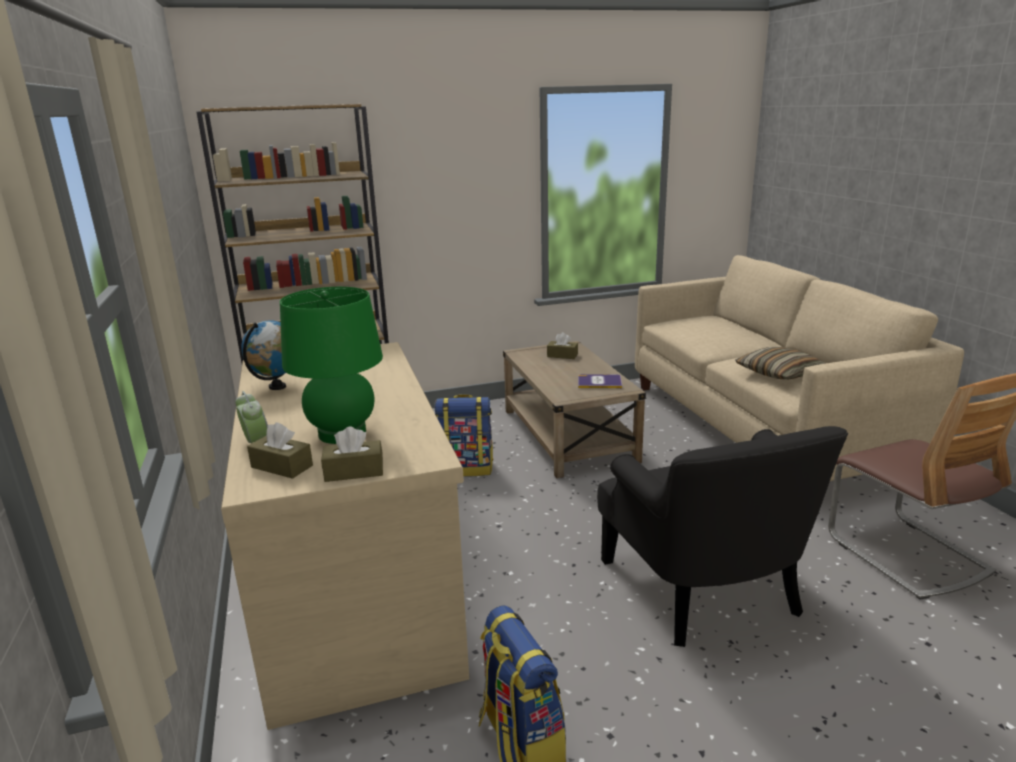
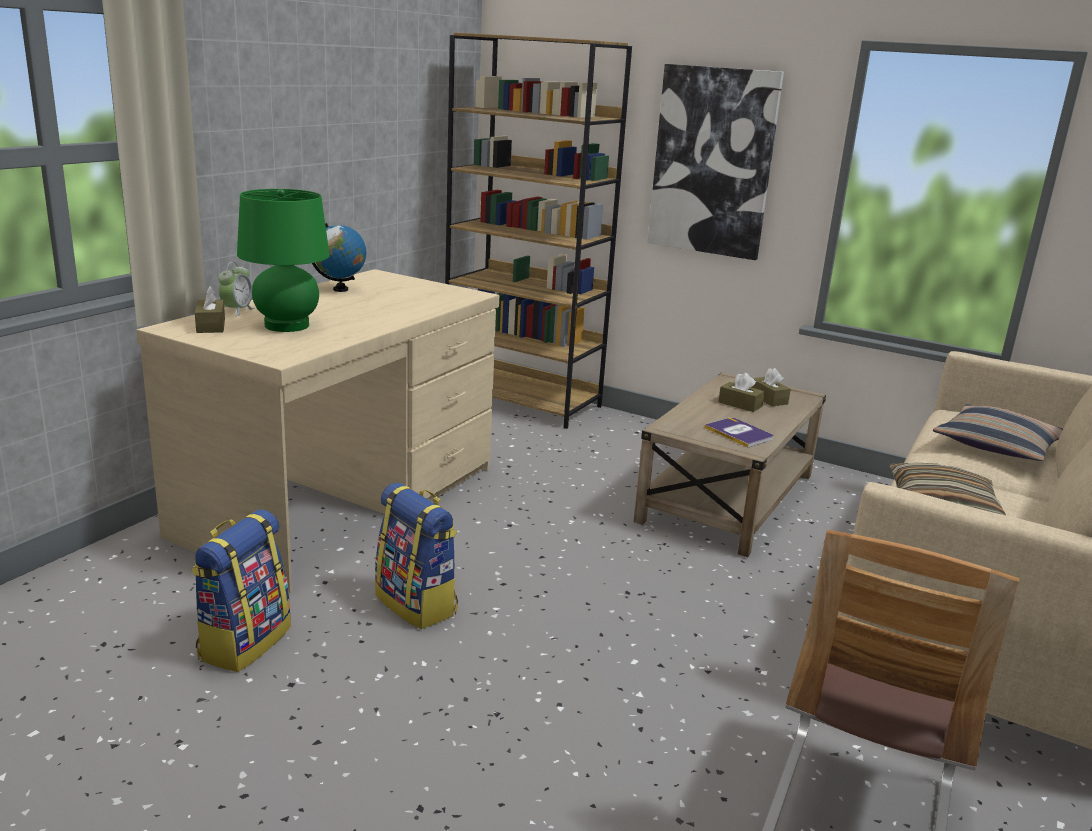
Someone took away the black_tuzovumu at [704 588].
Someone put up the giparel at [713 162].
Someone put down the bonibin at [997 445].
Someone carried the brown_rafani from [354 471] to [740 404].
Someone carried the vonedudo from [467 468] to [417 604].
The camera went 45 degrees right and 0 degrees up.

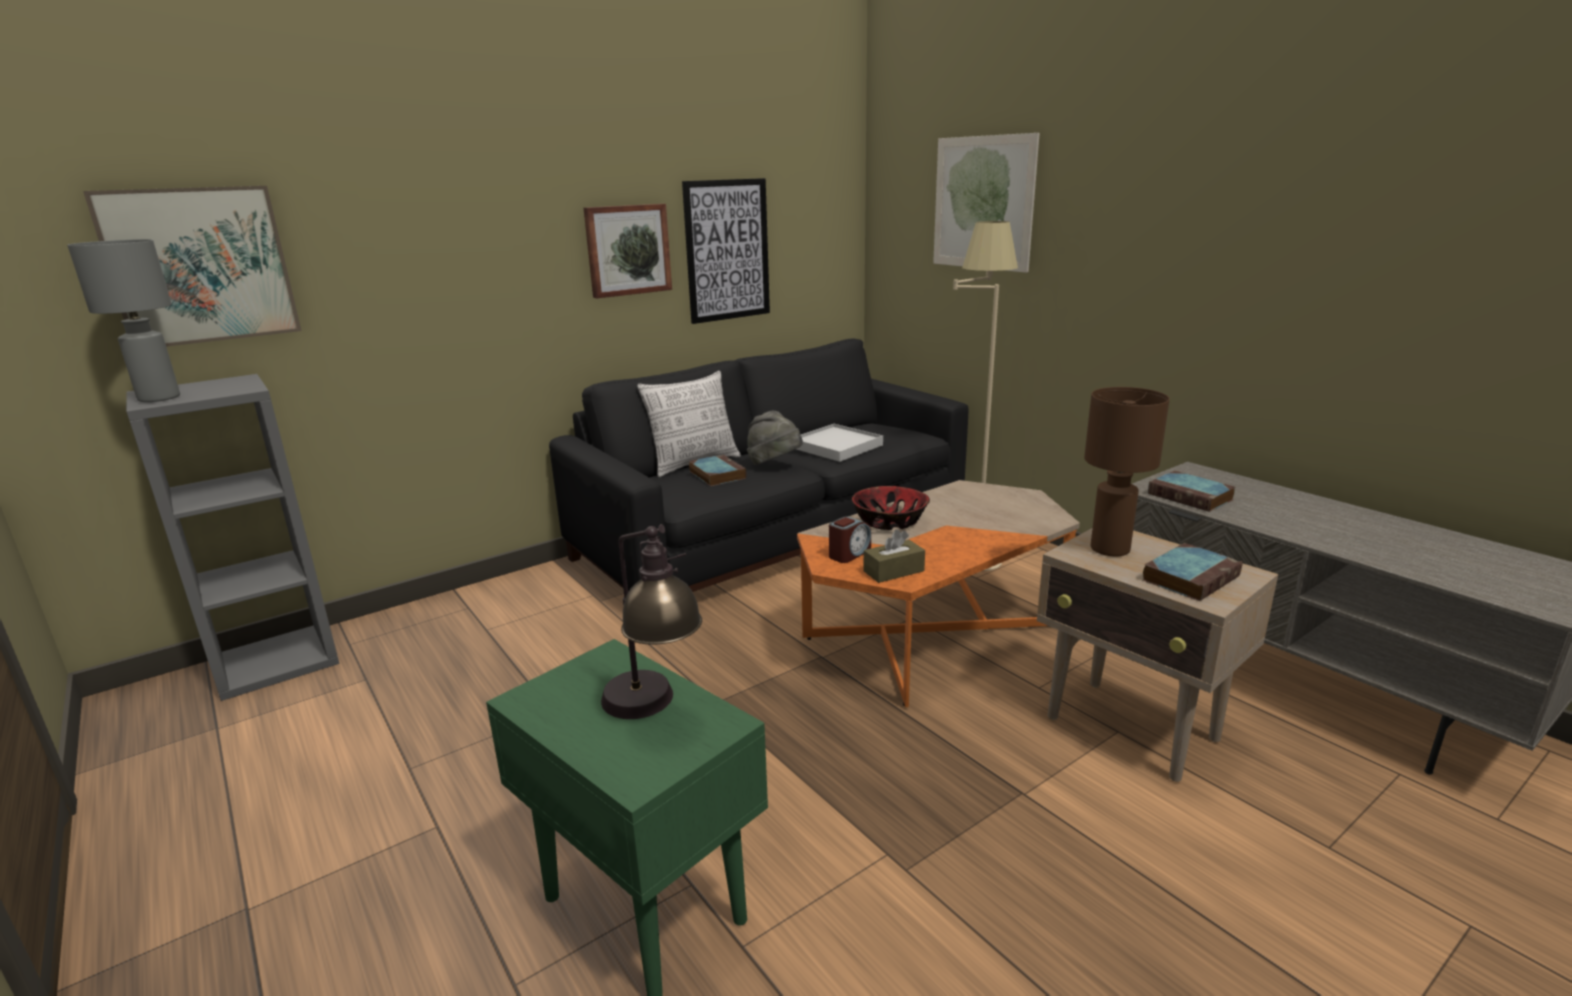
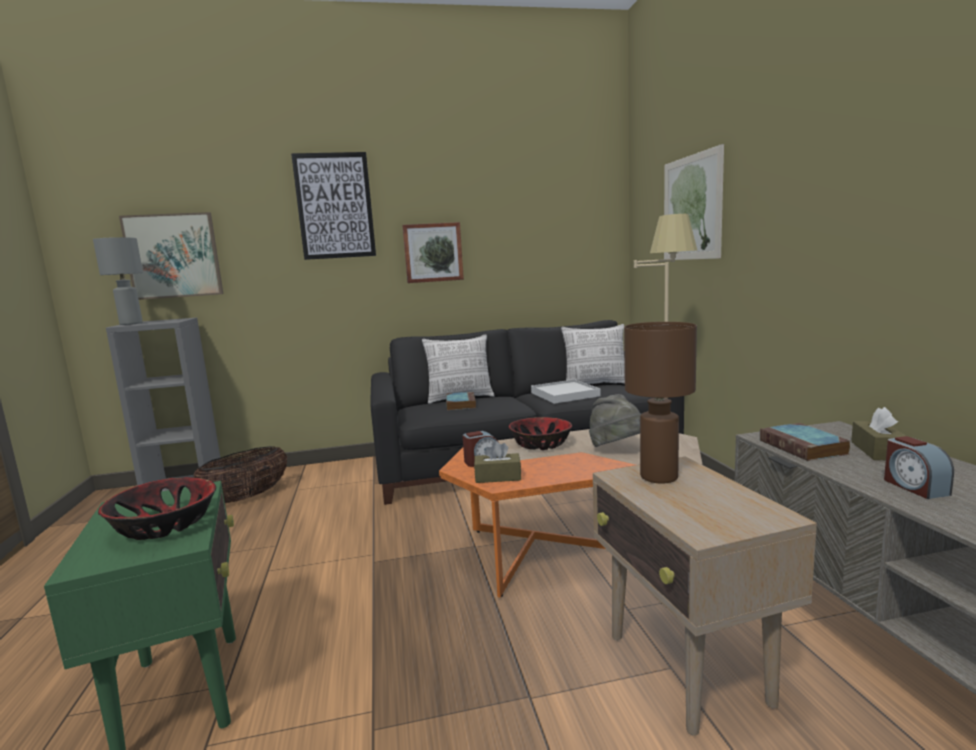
Someone took away the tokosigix at [1190 577].
Someone put down the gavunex at [246 497].
Someone put down the bonibin at [595 385].
Someone put down the brown_rafani at [877 451].
Someone put down the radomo at [914 487].
Someone carried the giparel from [727 250] to [335 206].
Someone carried the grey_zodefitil from [775 465] to [617 449].
Someone swapped the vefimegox at [654 709] for the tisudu at [166 525].
The camera went 25 degrees right and 10 degrees down.

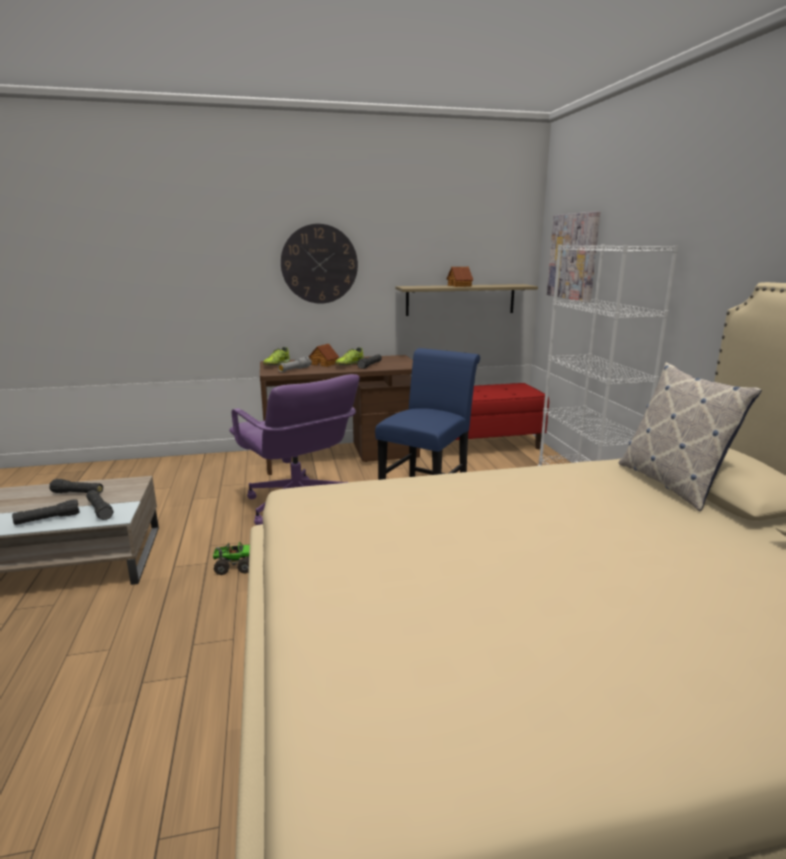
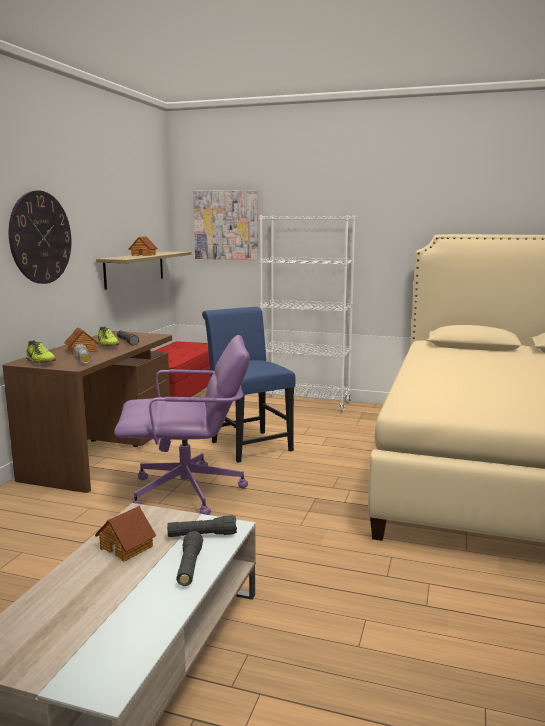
Someone took away the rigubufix at [235 565].
Someone took away the bonibin at [672 484].
Someone swapped the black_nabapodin at [78 493] for the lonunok at [127 547].
The camera went 60 degrees left and 5 degrees down.

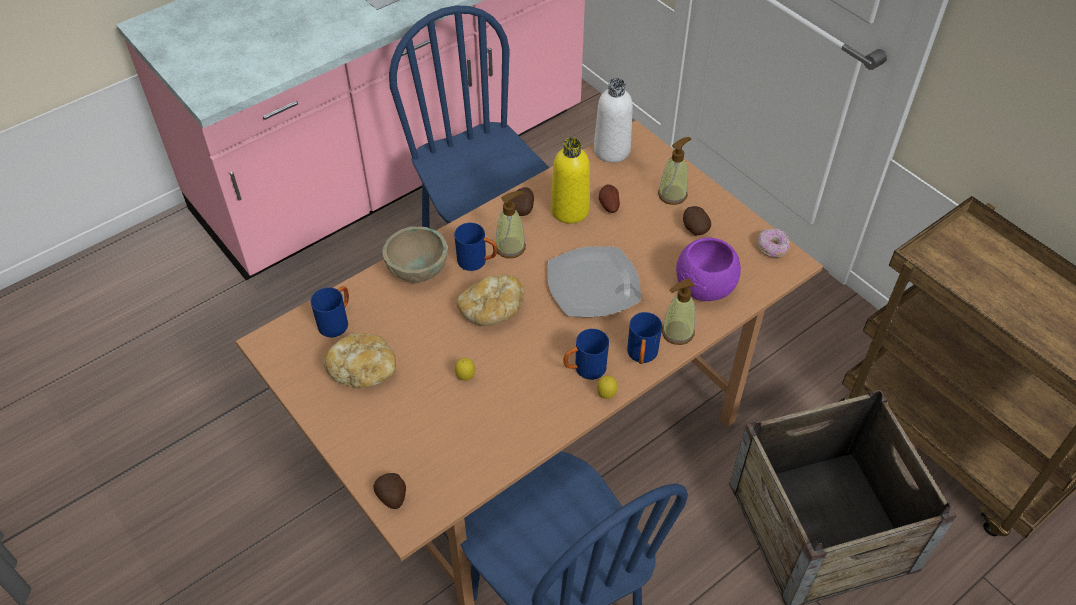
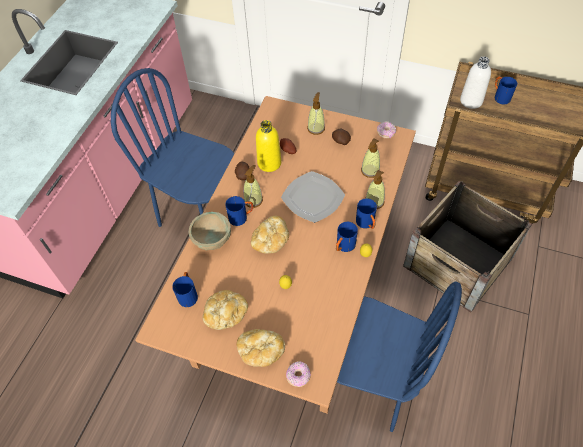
Someone put down the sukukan at [261 351].
Someone put down the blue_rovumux at [500 97].
Someone carried the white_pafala from [612 150] to [471 101].
Someone swapped the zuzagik at [392 497] for the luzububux at [298 376].
Someone swapped the purple_tisudu at [705 288] for the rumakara at [370 171].
The camera went 30 degrees left and 5 degrees up.

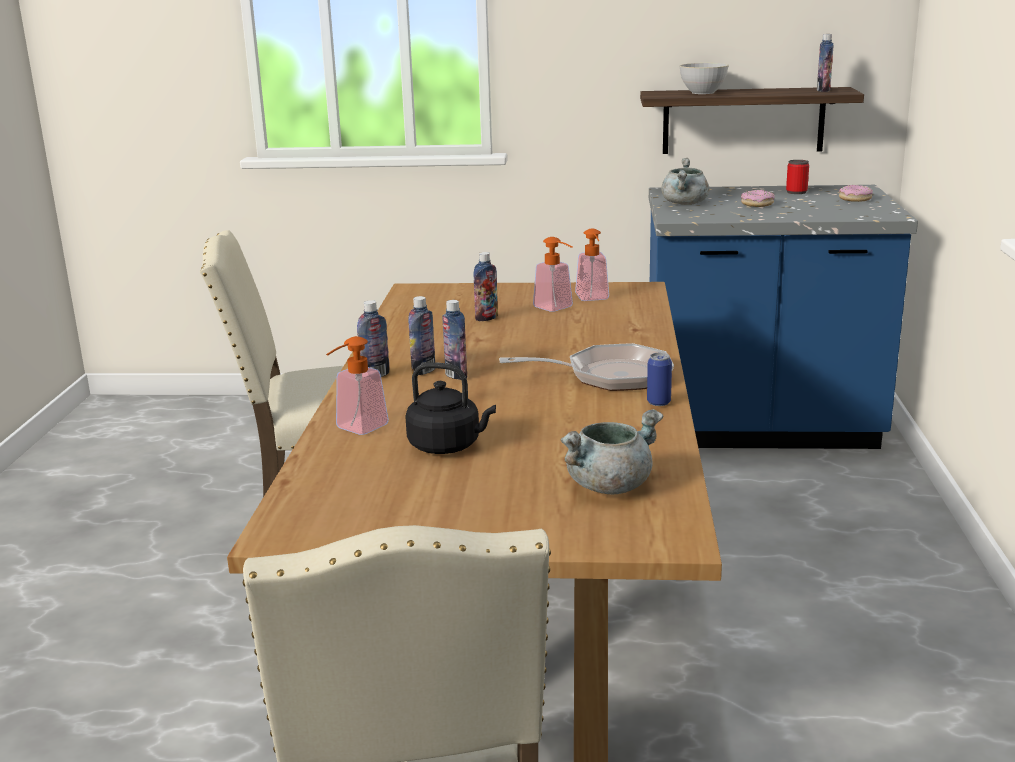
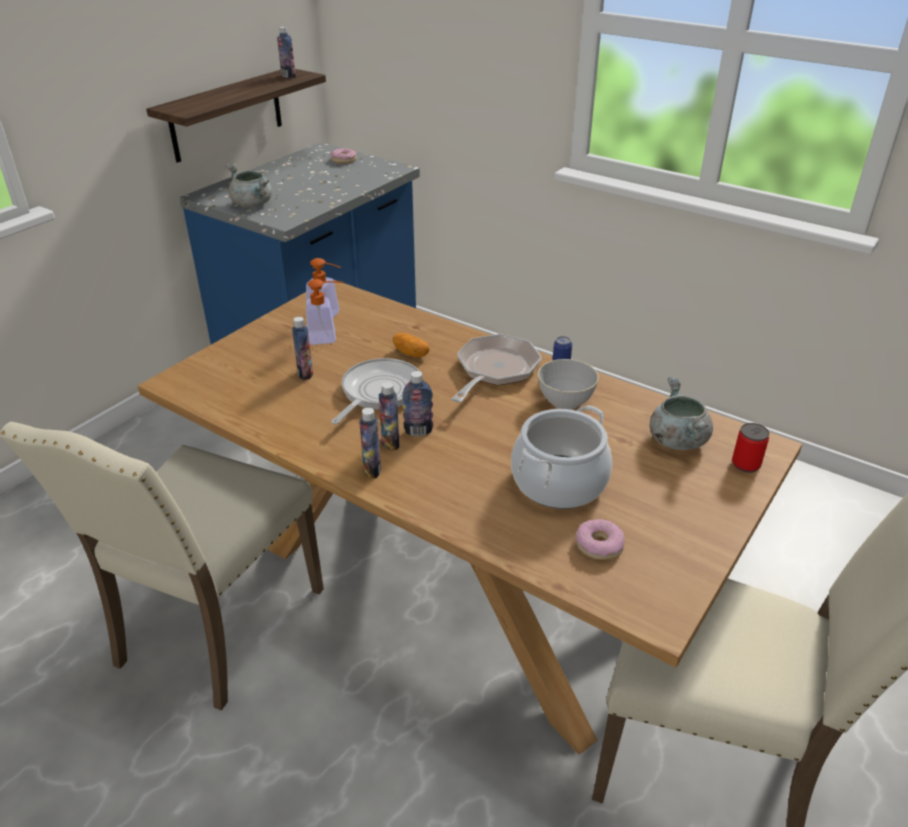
Someone took away the rumakara at [356 429].
Someone put down the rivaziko at [378 392].
Someone put down the zuzagik at [411 353].
Someone carried the grey_tisudu from [703 92] to [565 402].
Someone carried the luzububux from [757 204] to [599 545].
Someone carried the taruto from [796 192] to [745 464].
Someone swapped the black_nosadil at [448 446] for the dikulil at [558 482].
The camera went 60 degrees left and 15 degrees up.

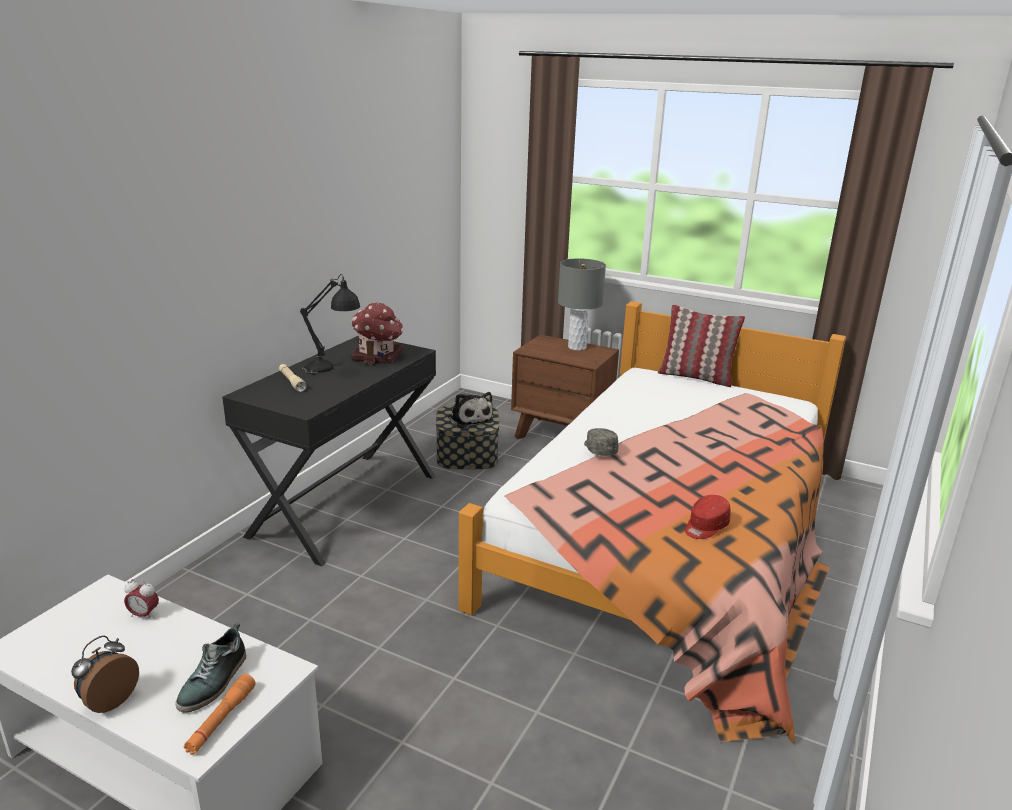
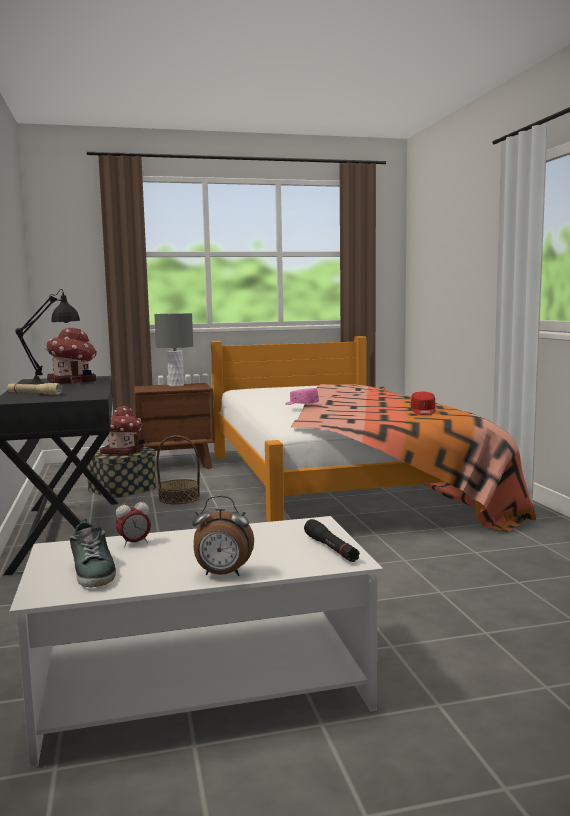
Someone took away the bonibin at [695 377].
Someone put down the gavunex at [179 498].
Someone carried the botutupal from [214 681] to [93 570].
Someone swapped the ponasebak at [469 419] for the lonunok at [123 451].
Someone repainted the orange_nabapodin at [221 720], which became the black_nabapodin at [331 549].
Someone repainted the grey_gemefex at [599 449], which became the pink_gemefex at [301 405].
Someone rotated the radomo at [109 700] by 75 degrees counterclockwise.
The camera went 40 degrees left and 15 degrees down.

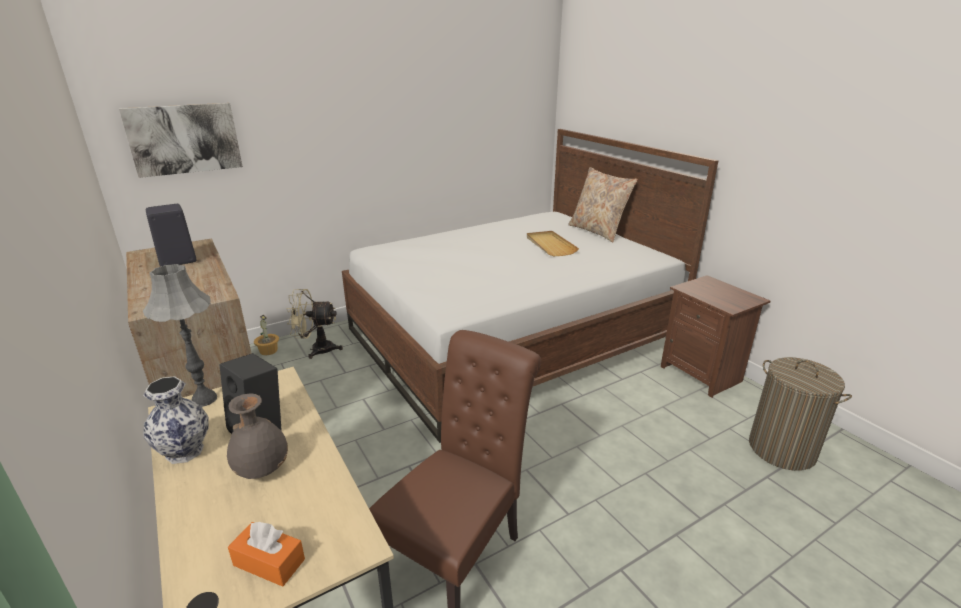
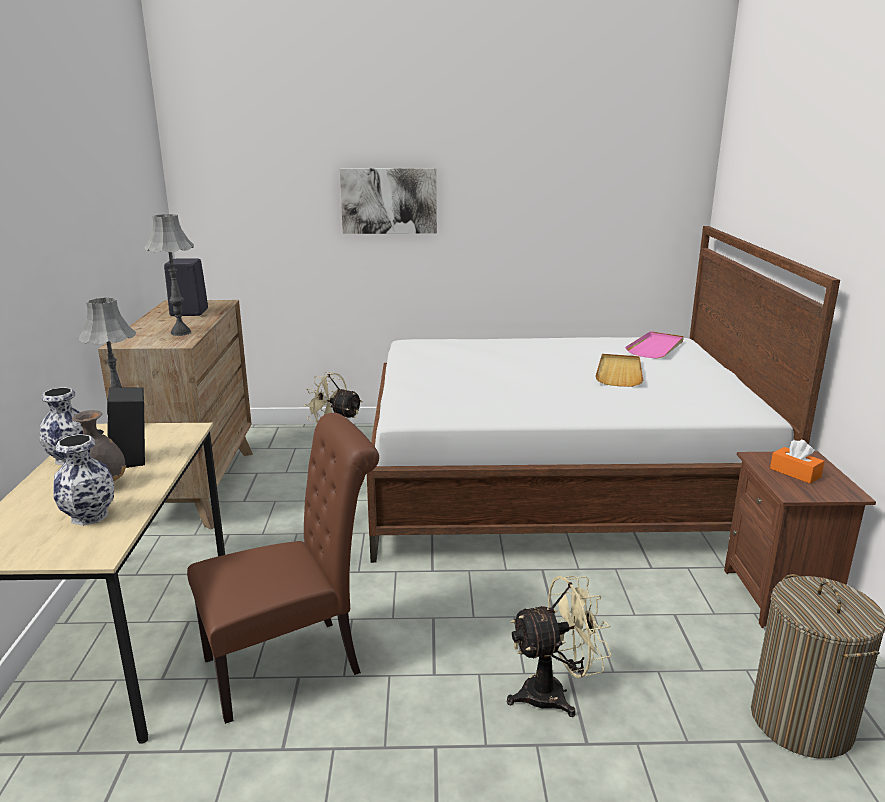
Someone took away the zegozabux at [268 350].
Someone took away the beige_bonibin at [598 231].
Someone put down the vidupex at [88 516].
Someone put down the grey_vefimegox at [180 333].
Someone put down the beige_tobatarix at [554 693].
Someone put down the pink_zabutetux at [656 347].
Someone carried the giparel from [184 139] to [389 201].
Someone carried the orange_rafani from [269 562] to [795 473].
The camera went 30 degrees right and 5 degrees down.

